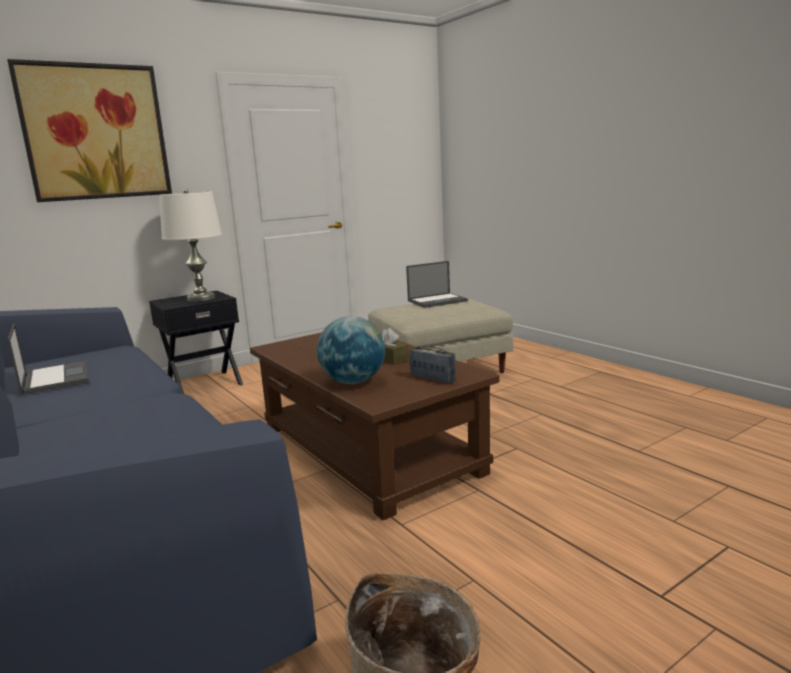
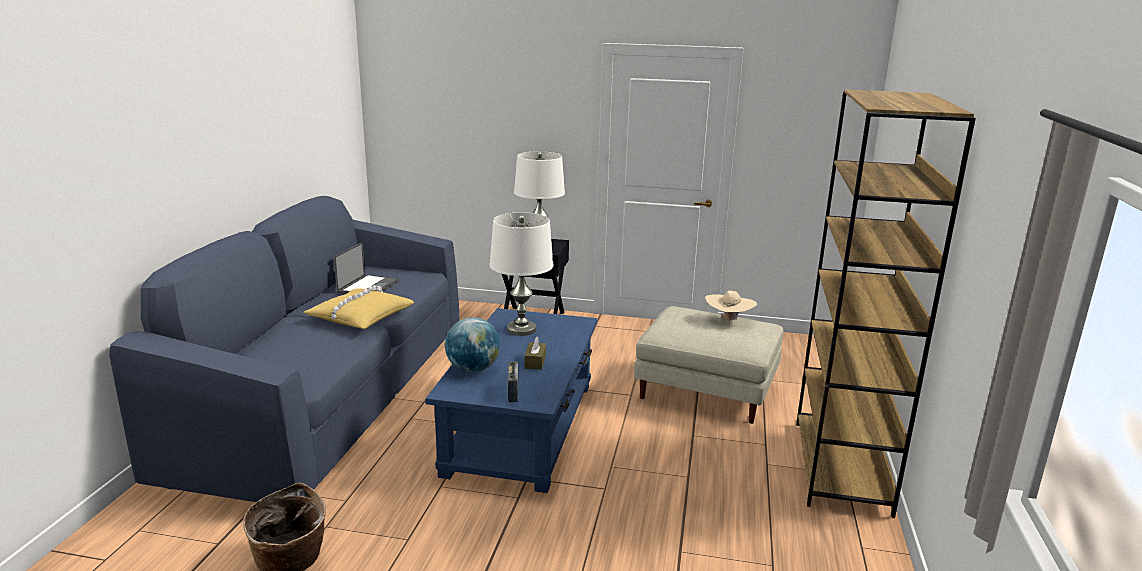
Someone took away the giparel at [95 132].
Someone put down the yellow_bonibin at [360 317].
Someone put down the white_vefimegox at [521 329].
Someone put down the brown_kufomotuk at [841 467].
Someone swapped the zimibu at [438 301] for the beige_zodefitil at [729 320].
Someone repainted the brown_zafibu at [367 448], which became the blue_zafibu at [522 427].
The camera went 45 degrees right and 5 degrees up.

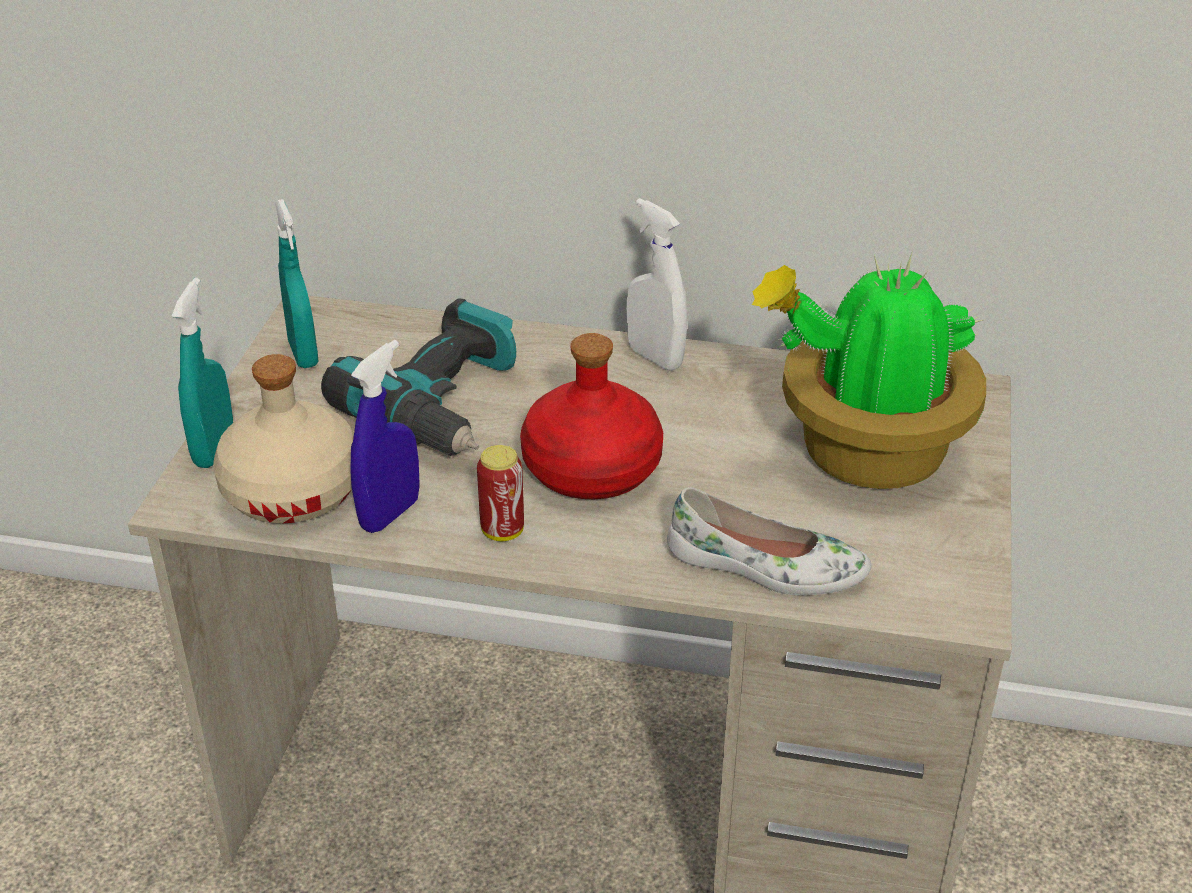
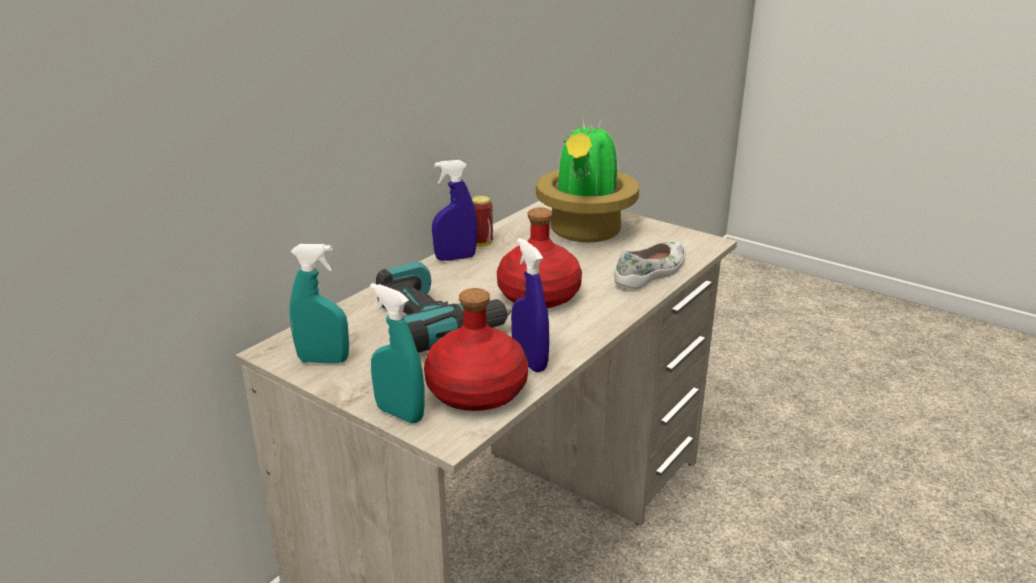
Someone carried the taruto from [502 531] to [481 244].
Someone repainted the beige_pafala at [293 490], which became the red_pafala at [475 390].
Someone repainted the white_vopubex at [655 357], which became the blue_vopubex at [455 258].
The camera went 65 degrees left and 10 degrees down.

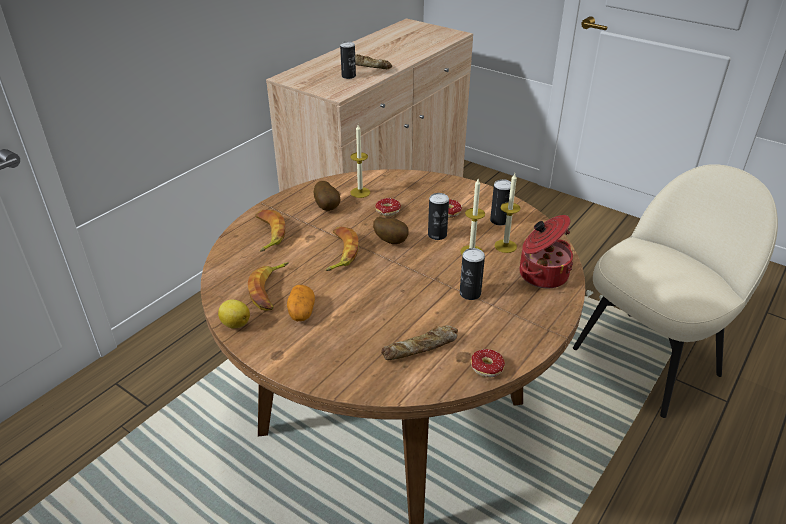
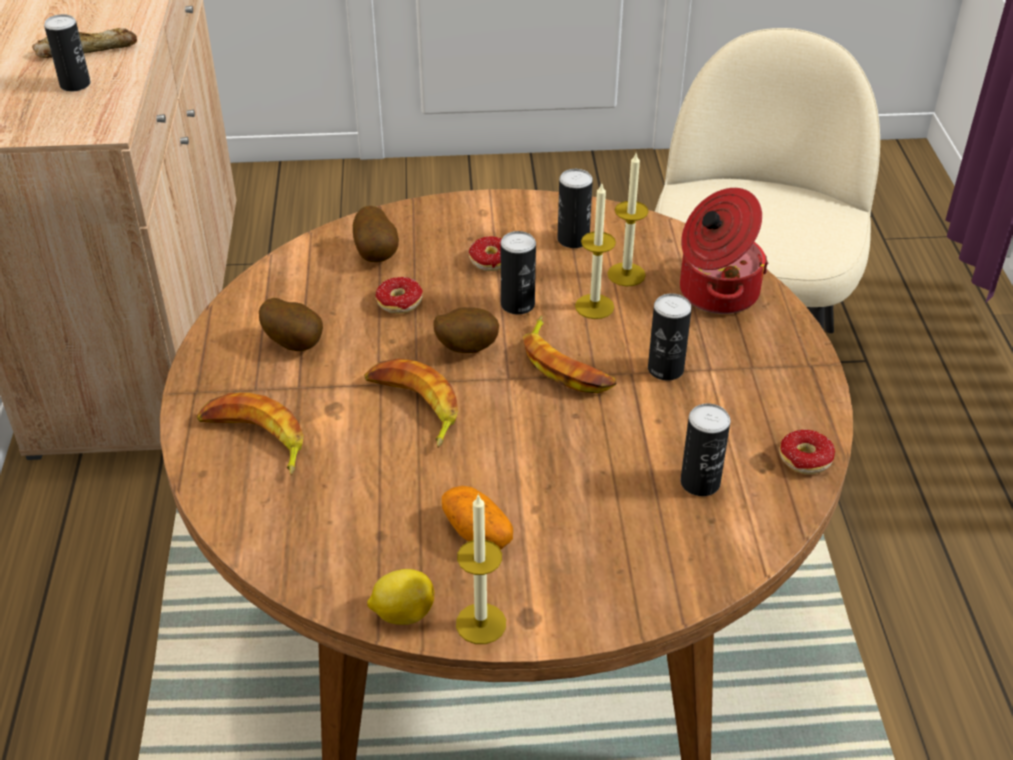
Someone put down the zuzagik at [377 254].
Someone carried the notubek from [270 290] to [565 365].
Someone carried the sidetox from [360 192] to [481 623].
Someone swapped the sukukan at [421 348] for the taruto at [700 482].
The camera went 40 degrees left and 5 degrees up.

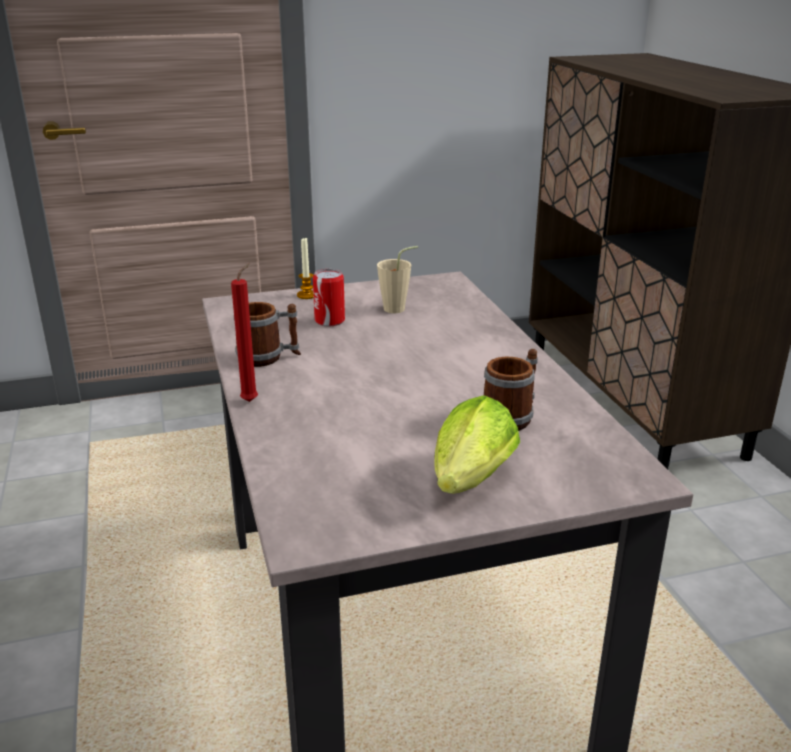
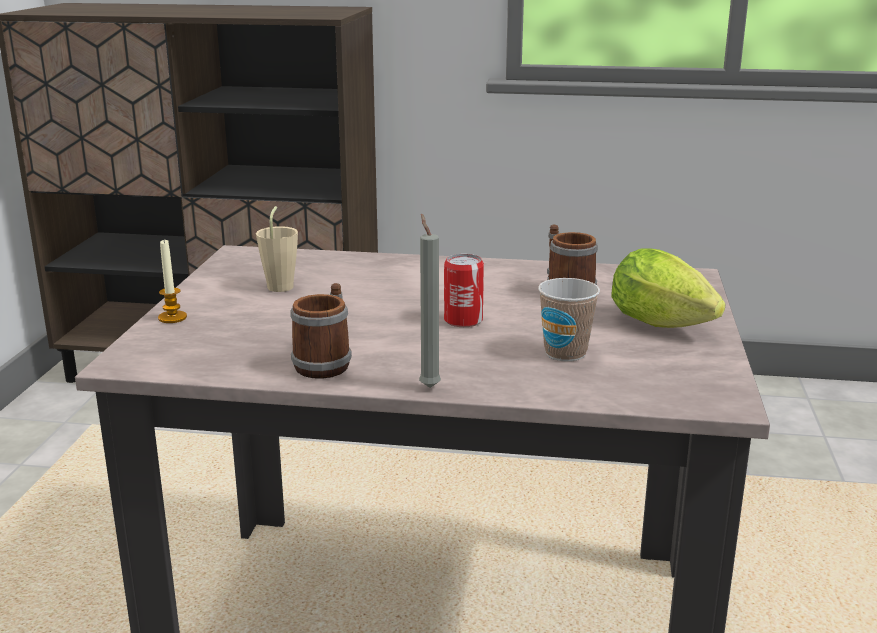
Someone put down the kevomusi at [565 353].
Someone carried the taruto from [329 321] to [463 320].
Someone repainted the red_sidetox at [252 400], which became the grey_sidetox at [428 386].
The camera went 65 degrees left and 5 degrees down.

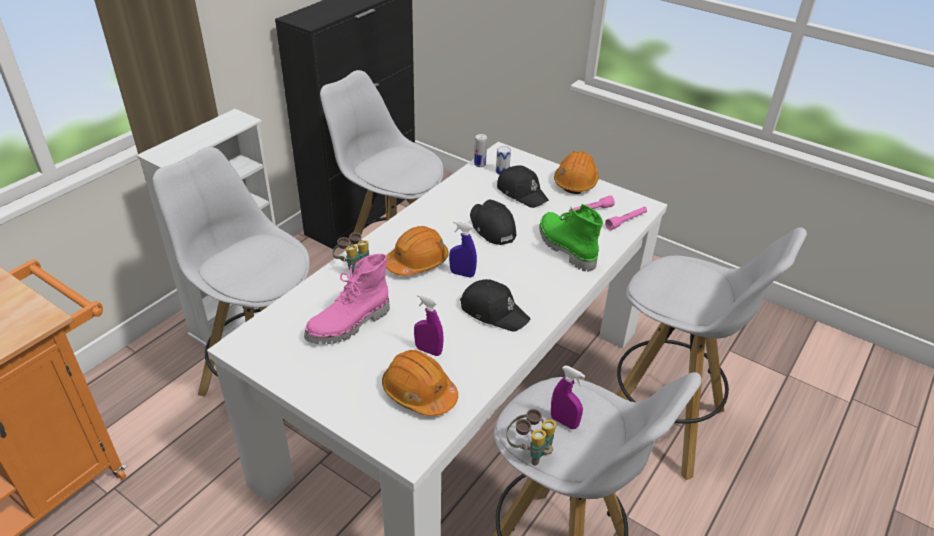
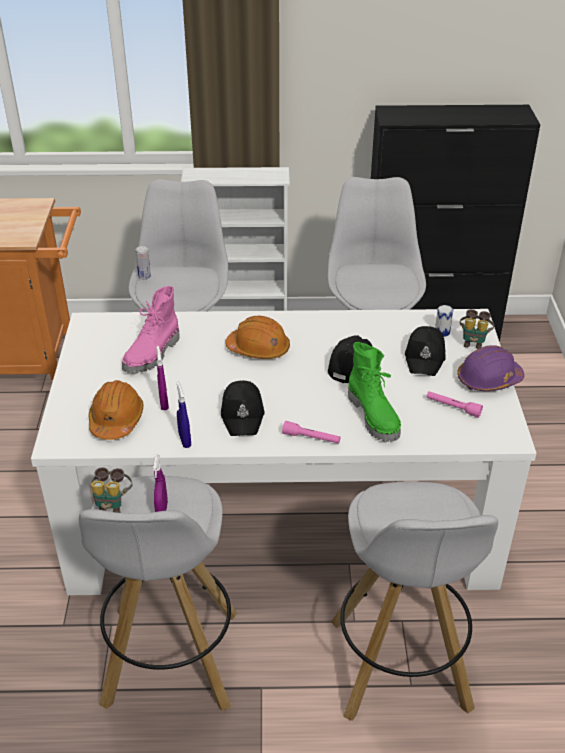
Someone carried the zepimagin from [354 268] to [473 342].
Someone carried the blue_vopubex from [462 274] to [185 440].
Someone carried the taruto from [480 164] to [144 277].
Someone carried the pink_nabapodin from [626 221] to [311 438].
Someone repainted the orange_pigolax at [576 182], which became the purple_pigolax at [488 380].
Someone rotated the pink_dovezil at [349 325] by 75 degrees counterclockwise.
Someone rotated the green_dovezil at [565 248] by 135 degrees clockwise.
The camera went 55 degrees right and 0 degrees up.

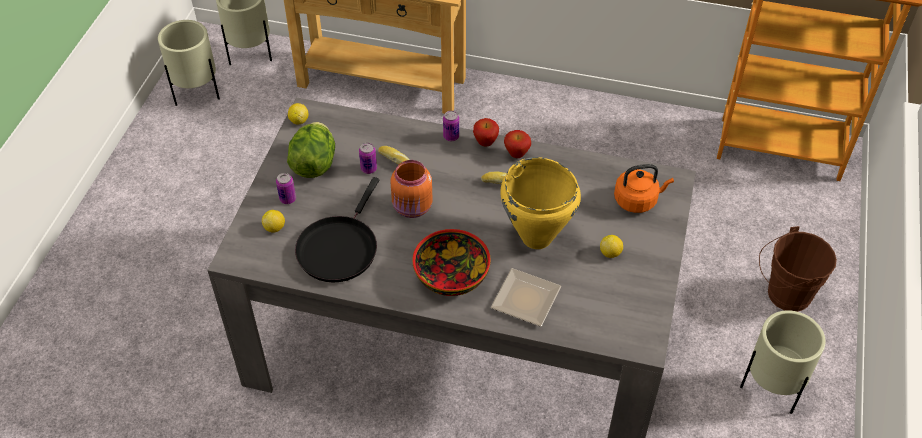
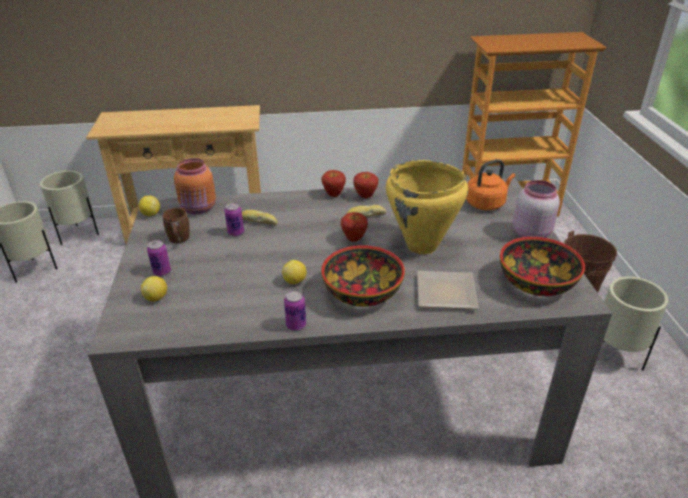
Someone took away the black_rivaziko at [339 248].
Someone put down the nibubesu at [354 239].
Someone put down the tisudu at [536 282].
Someone put down the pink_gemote at [531 232].
Someone carried the orange_gemote from [413 208] to [199 209].
Someone carried the taruto from [451 137] to [296 325].
Someone carried the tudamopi from [610 253] to [295 281].
Someone swapped the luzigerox at [314 164] for the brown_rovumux at [179 241].
The camera went 20 degrees left and 15 degrees down.

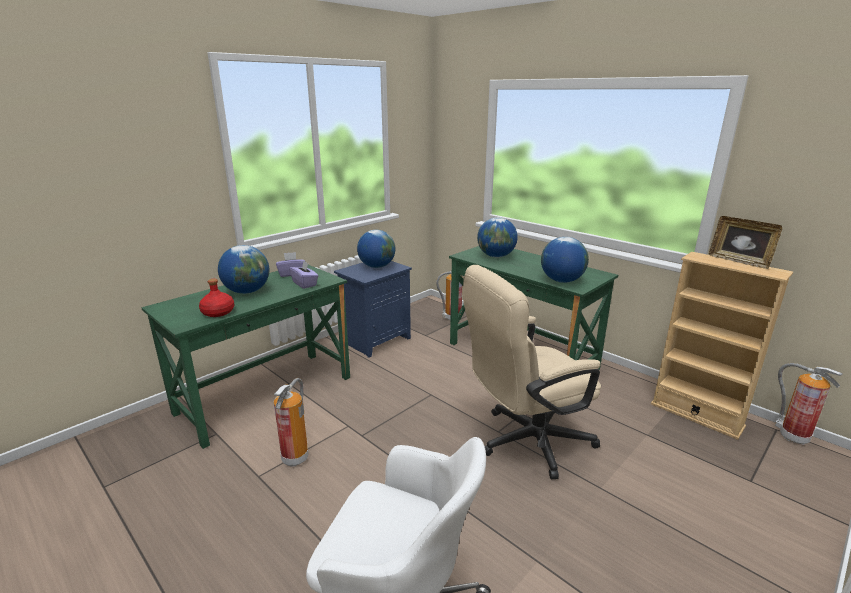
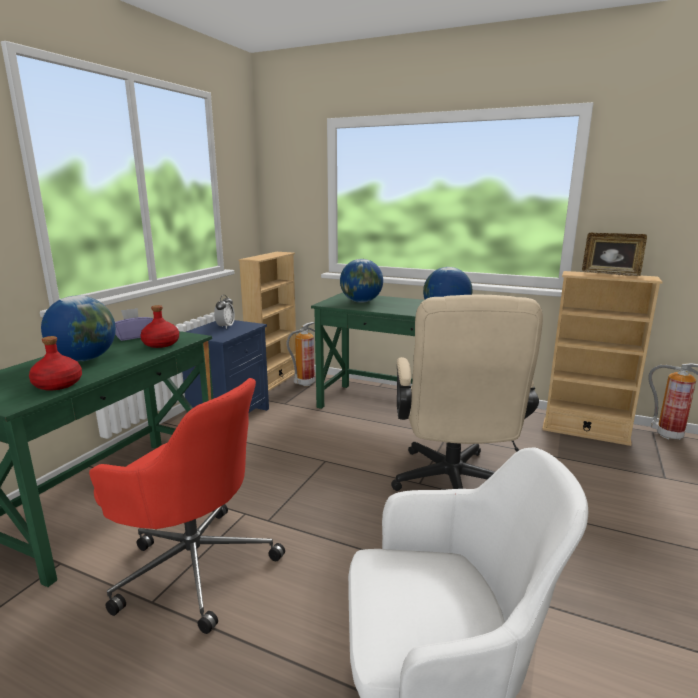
Someone put down the beige_kufomotuk at [273 380].
Someone swapped the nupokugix at [296 457] for the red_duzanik at [194 565].
Someone swapped the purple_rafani at [305 284] for the red_pafala at [160 344].
Someone swapped the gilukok at [377 266] for the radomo at [225 327].
Someone rotated the beige_duzanik at [525 442] by 45 degrees counterclockwise.
The camera went 20 degrees left and 5 degrees down.

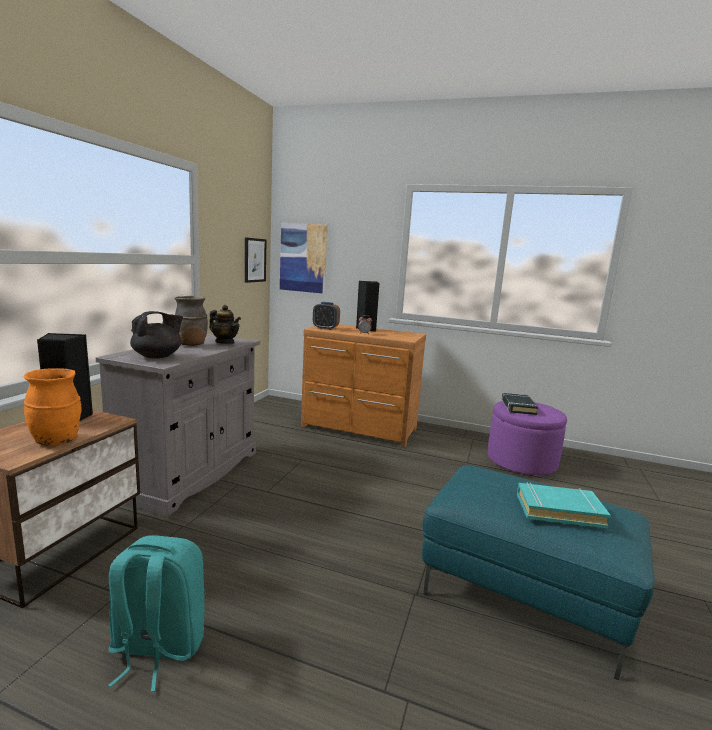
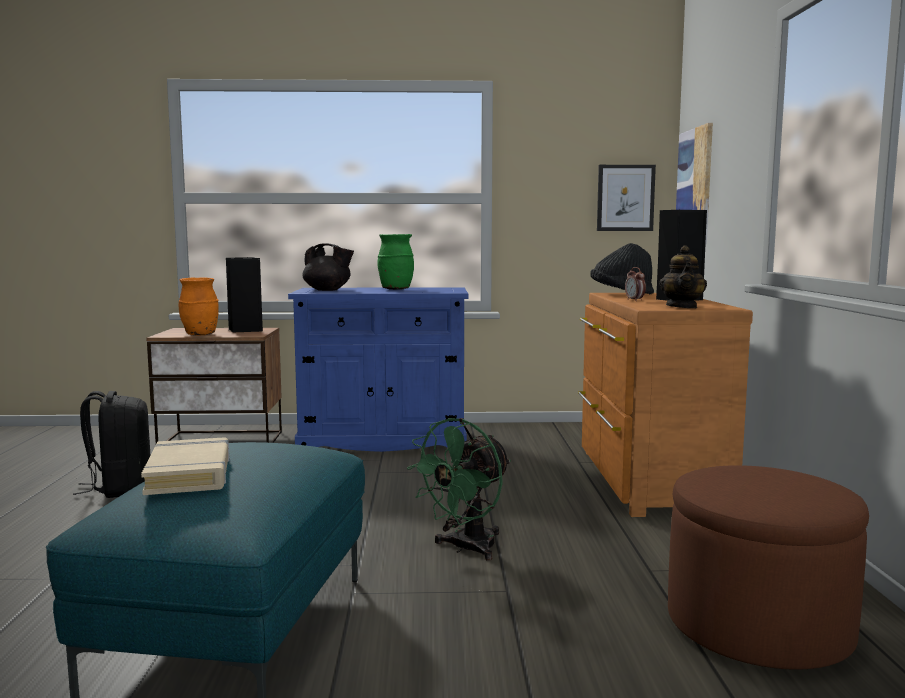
Someone took away the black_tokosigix at [518 407].
Someone put down the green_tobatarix at [465 548].
Someone carried the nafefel from [225 342] to [682 307].
Someone swapped the radomo at [325 328] for the black_zodefitil at [621 294].
Someone repainted the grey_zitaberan at [190 473], which became the blue_zitaberan at [383 441].
Someone repainted the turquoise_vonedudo at [157 647], which became the black_vonedudo at [120 488].
Someone repainted the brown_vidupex at [191 344], which became the green_vidupex at [395 289].
Someone repainted the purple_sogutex at [521 461], which became the brown_sogutex at [758 626].
Someone repainted the turquoise_tokosigix at [559 510], which became the beige_tokosigix at [190 474].
The camera went 70 degrees right and 5 degrees down.

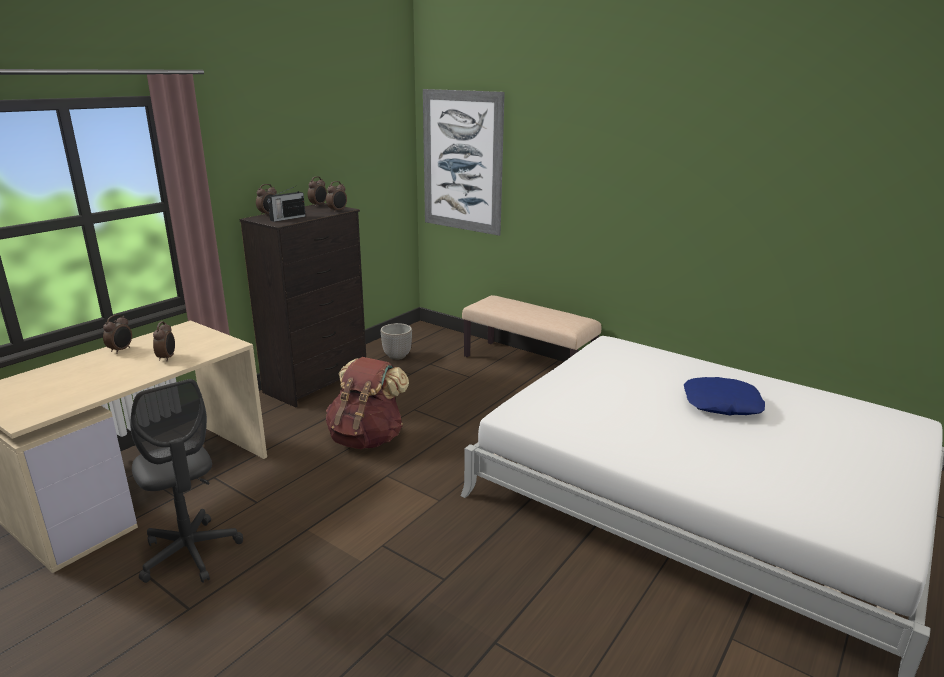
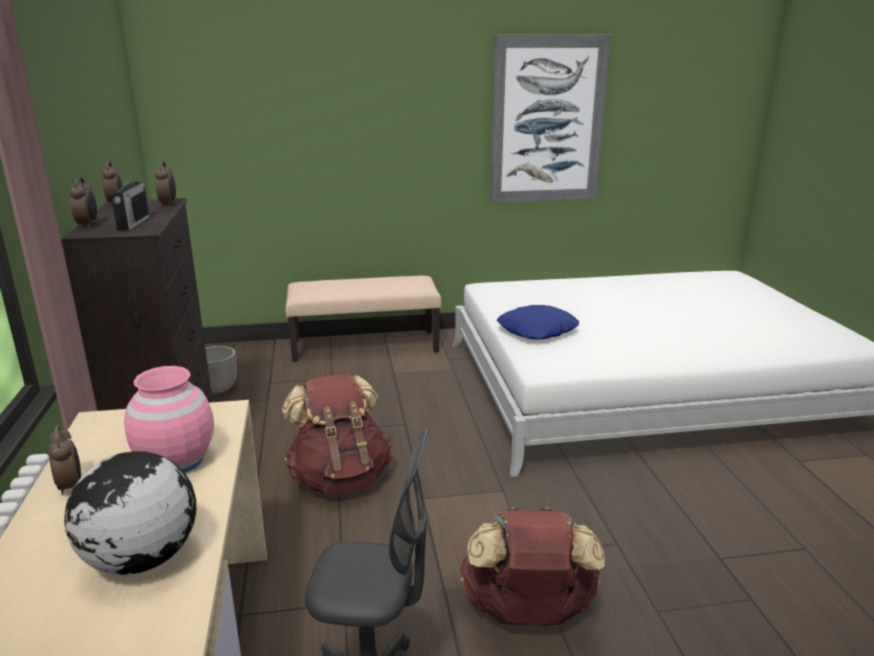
Someone put down the gilukok at [140 559].
Someone put down the brown_vonedudo at [527 613].
Someone carried the giparel from [462 162] to [547 121].
Someone carried the blue_bonibin from [721 404] to [537 330].
Someone swapped the radomo at [167 358] for the pink_vidupex at [176 461].
The camera went 45 degrees left and 0 degrees up.

